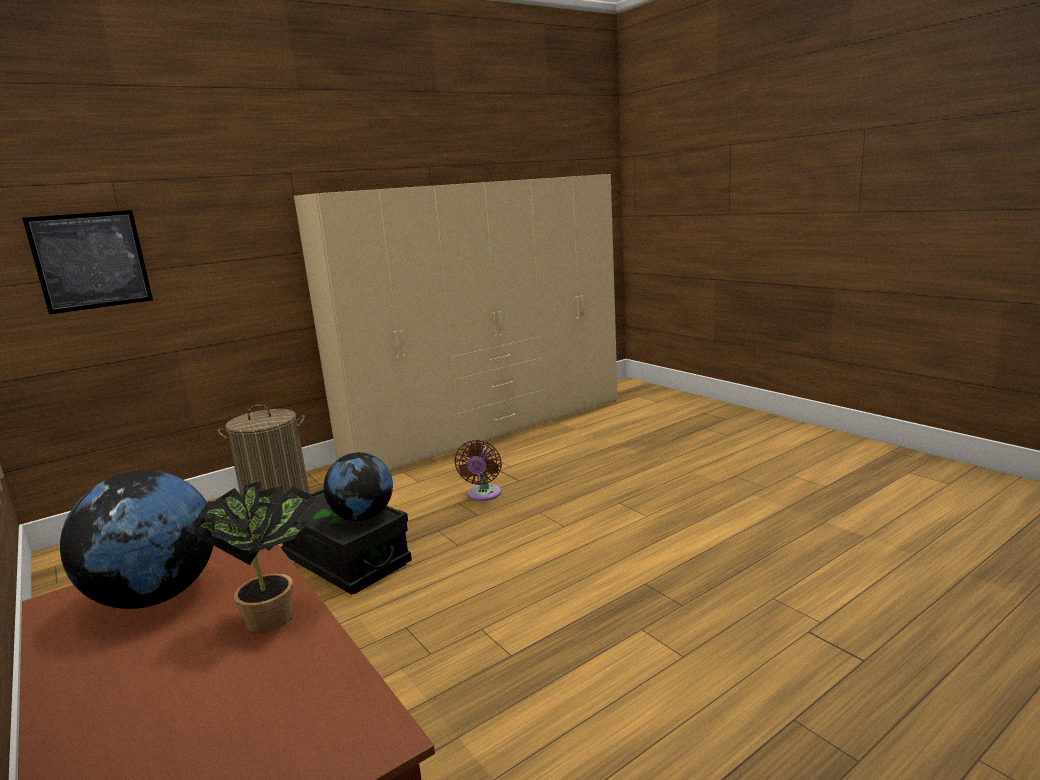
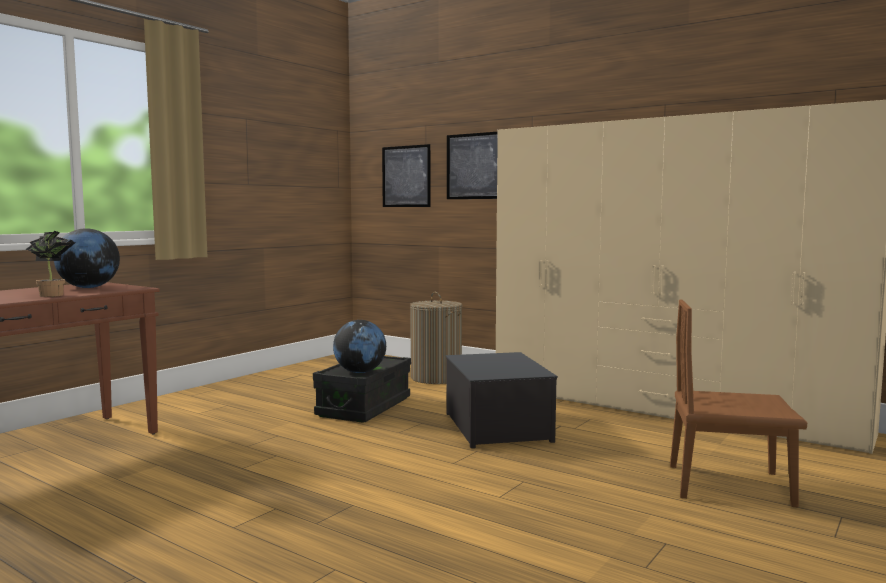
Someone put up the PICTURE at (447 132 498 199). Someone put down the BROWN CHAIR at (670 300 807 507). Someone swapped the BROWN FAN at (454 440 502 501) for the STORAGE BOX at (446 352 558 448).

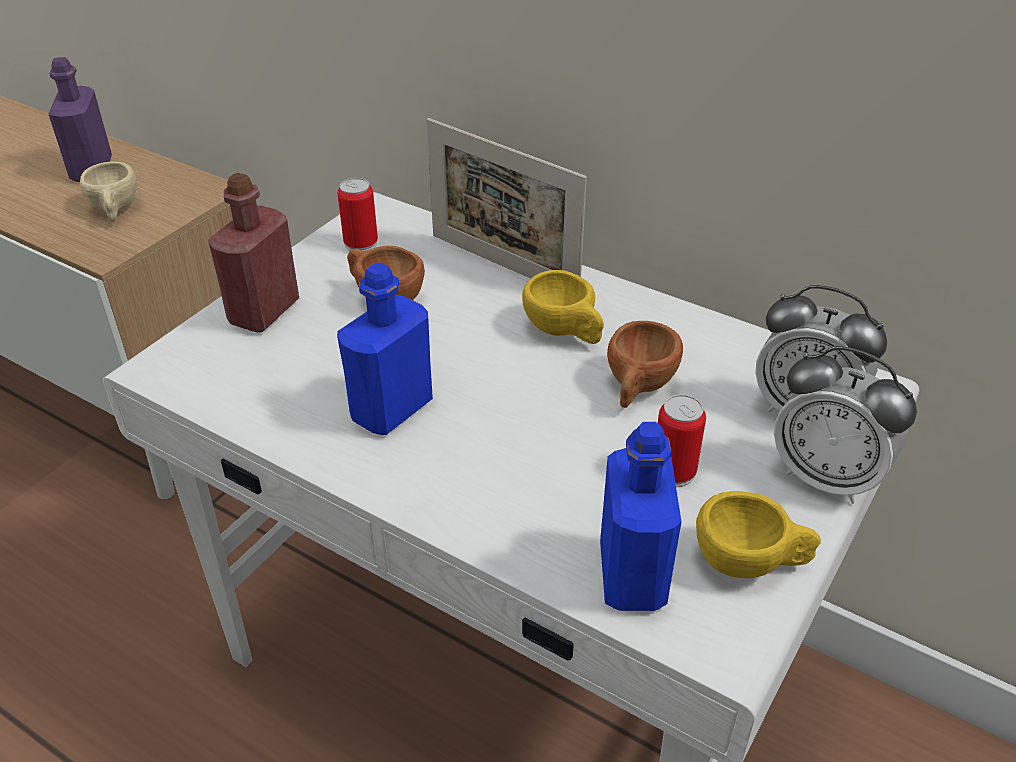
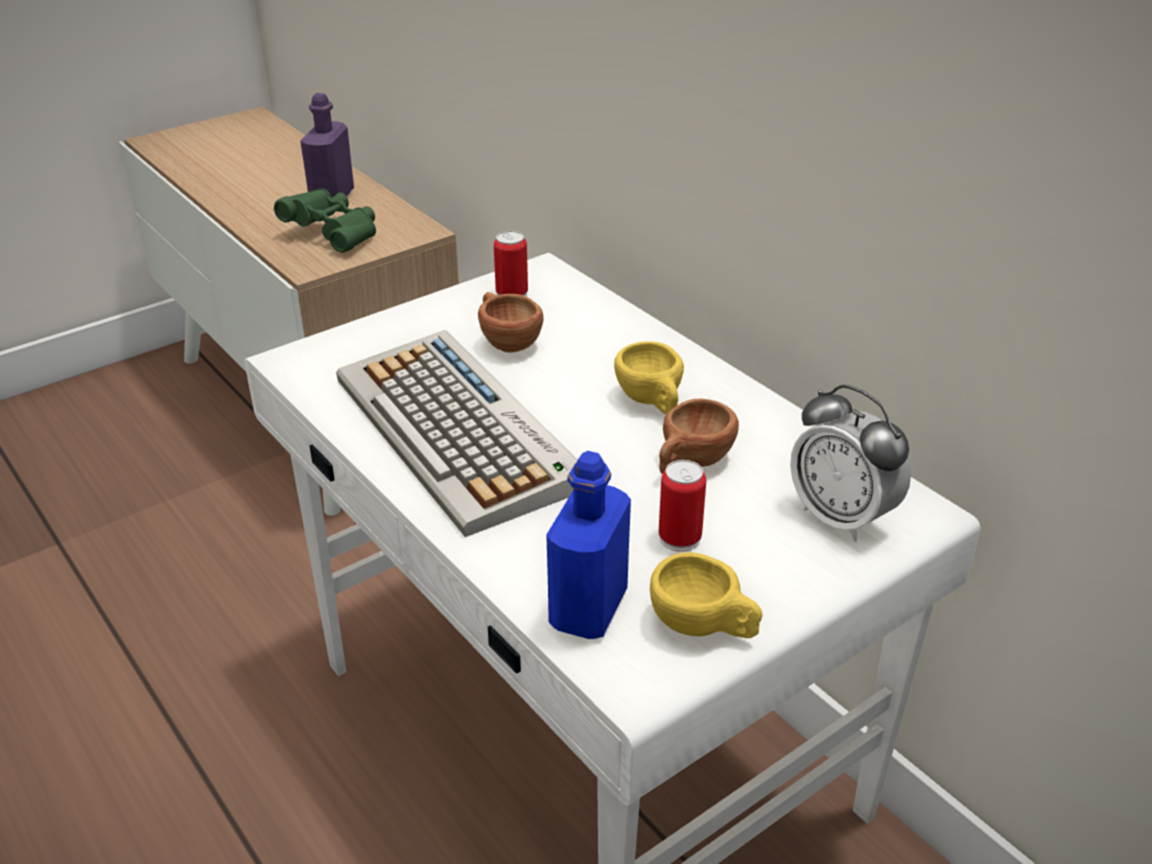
Someone took away the RED BOTTLE at (208 173 299 332). Someone took away the PICTURE FRAME at (427 118 587 279). Someone took away the ALARM CLOCK at (774 346 917 504). Someone swapped the BEIGE CUP at (80 162 137 222) for the GREEN BINOCULARS at (274 189 376 253). Someone swapped the BLUE BOTTLE at (337 263 433 435) for the KEYBOARD at (336 330 578 537).

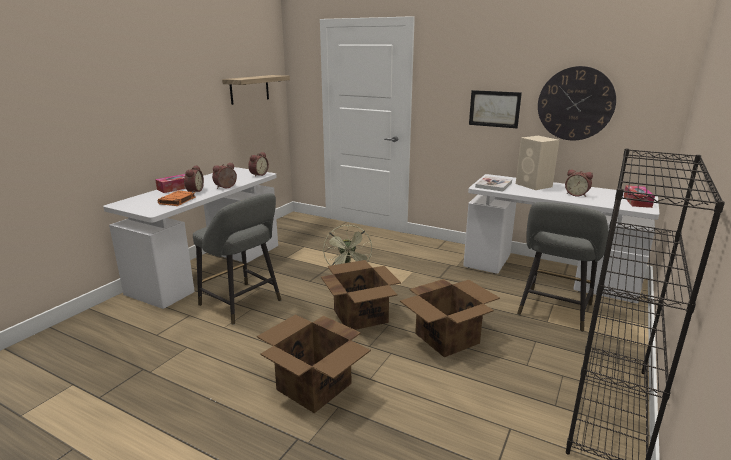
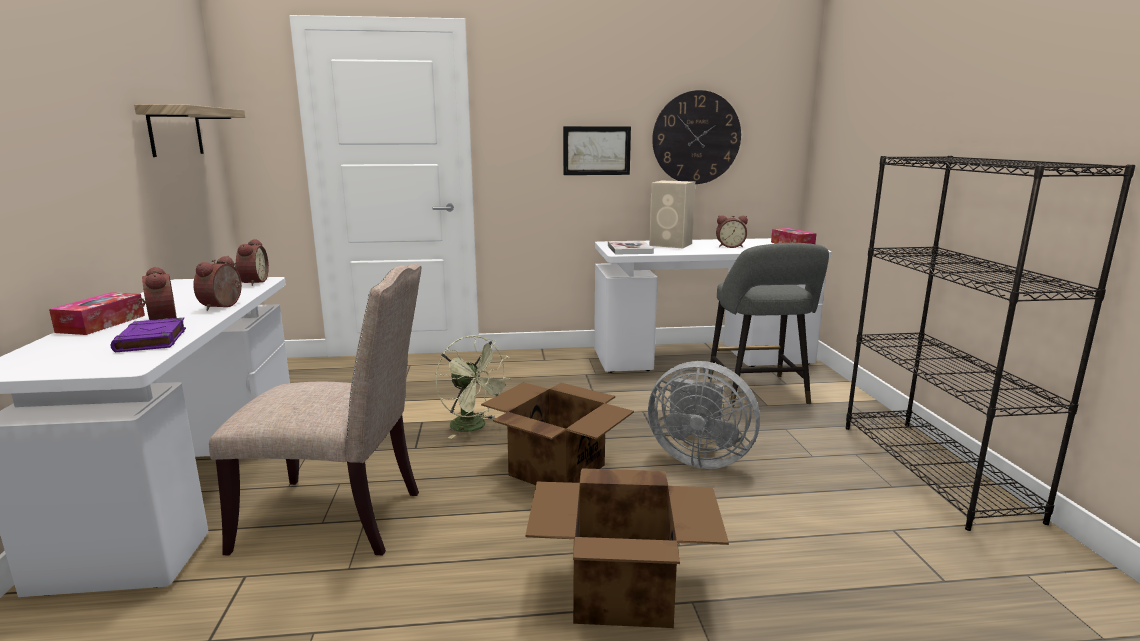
Someone swapped the GREY STOOL at (193 193 281 325) for the BEIGE CHAIR at (209 263 421 556). Someone swapped the CARDBOARD BOX at (400 279 500 357) for the GREY FAN at (648 361 760 469). Someone repainted the ORANGE BOOK at (158 191 196 206), which became the PURPLE BOOK at (111 318 186 352).

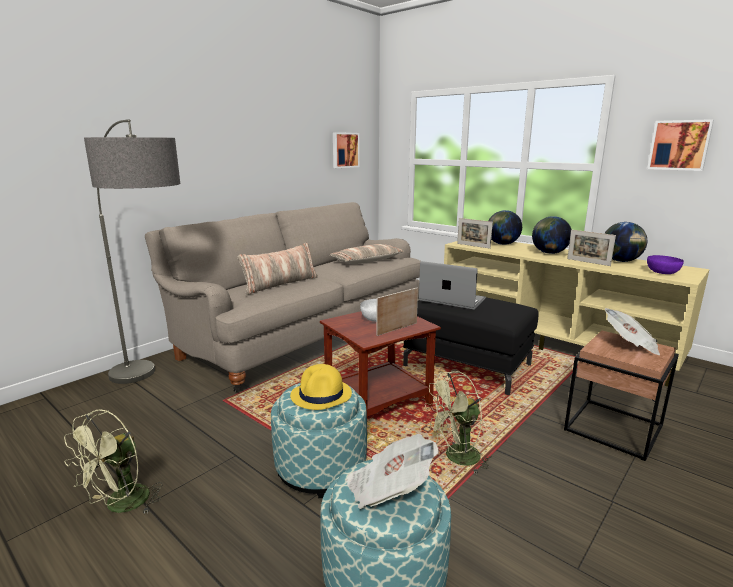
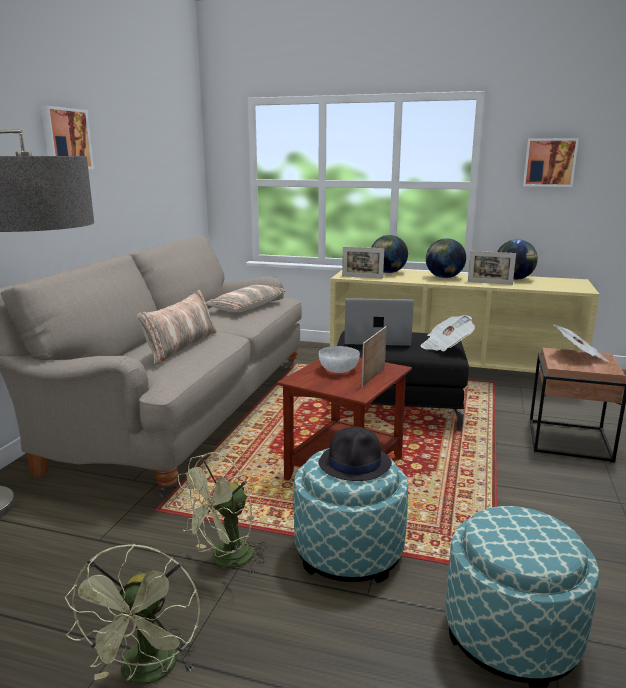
Someone took away the PURPLE BOWL at (647 255 684 274). Someone carried the PICTURE from (333 132 360 168) to (41 106 94 169). Someone carried the NEWSPAPER from (346 434 439 509) to (420 315 475 351). Someone carried the GREEN FAN from (425 371 492 475) to (176 452 267 573). Someone repainted the YELLOW HAT at (290 364 352 410), which became the BLACK HAT at (318 427 392 481).

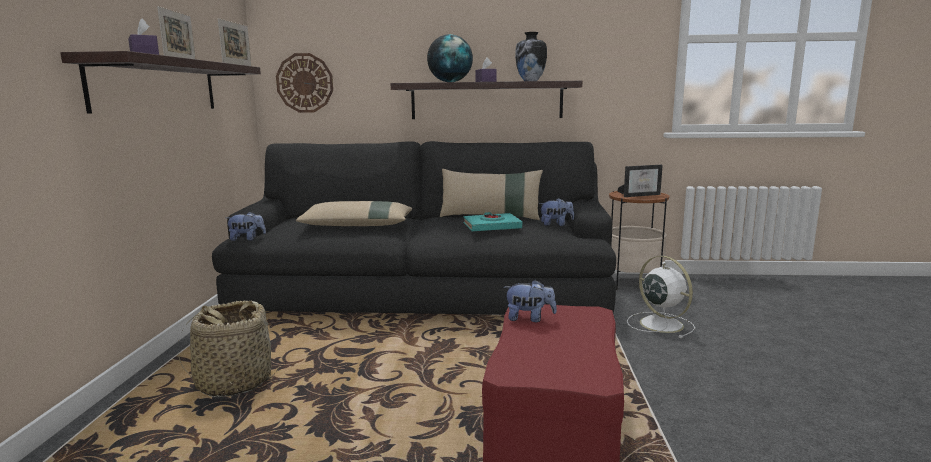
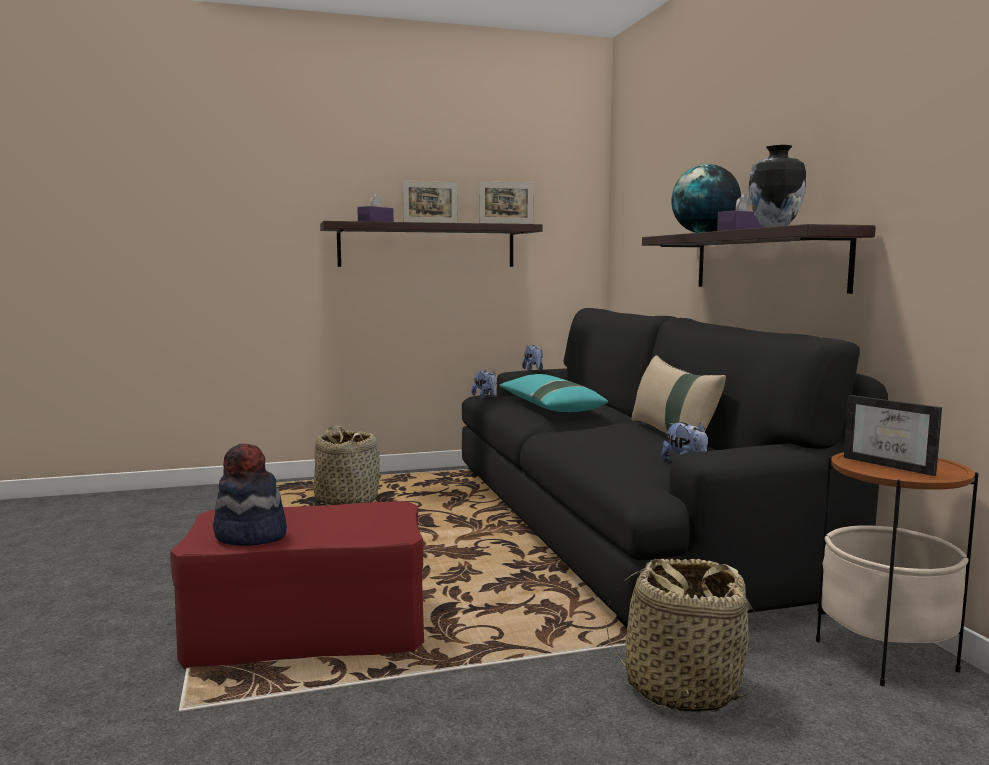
Someone took away the WALL CLOCK at (276 53 333 113). Someone took away the TURQUOISE BOOK at (463 212 522 231). Someone put down the HAT at (213 444 287 546). Someone carried the PLUSH TOY from (503 280 557 322) to (522 345 543 372). Someone swapped the WHITE FAN at (627 256 695 338) for the BASKET at (606 559 760 713). Someone repainted the BEIGE PILLOW at (296 201 412 226), which became the TURQUOISE PILLOW at (499 374 608 412).

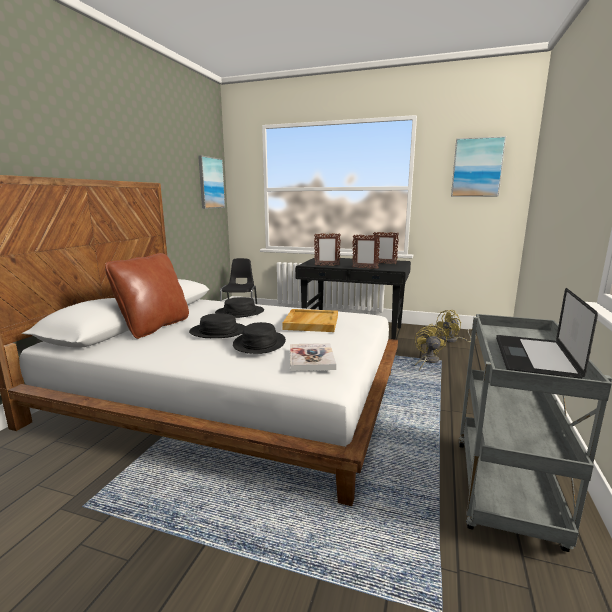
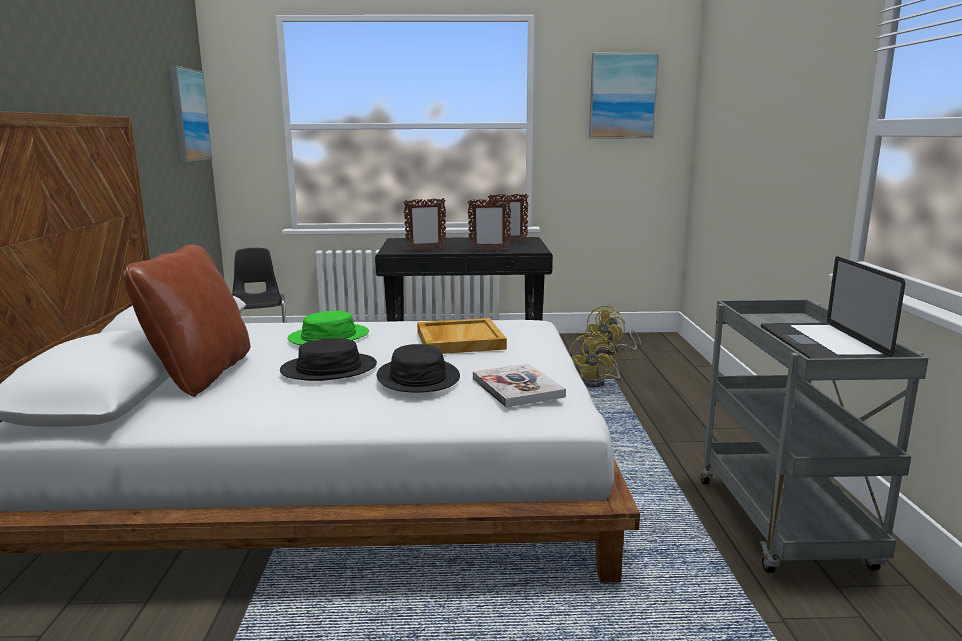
Someone repainted the BLACK HAT at (215 297 264 318), which became the GREEN HAT at (288 311 369 345). Someone rotated the YELLOW FAN at (415 324 447 371) by 150 degrees counterclockwise.

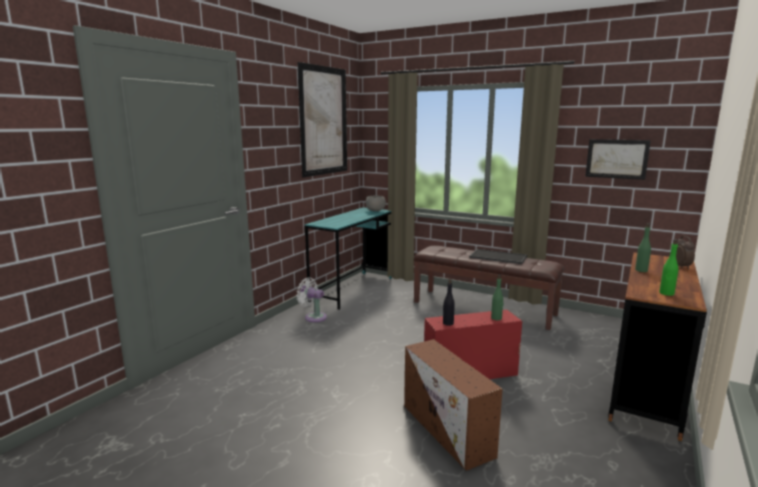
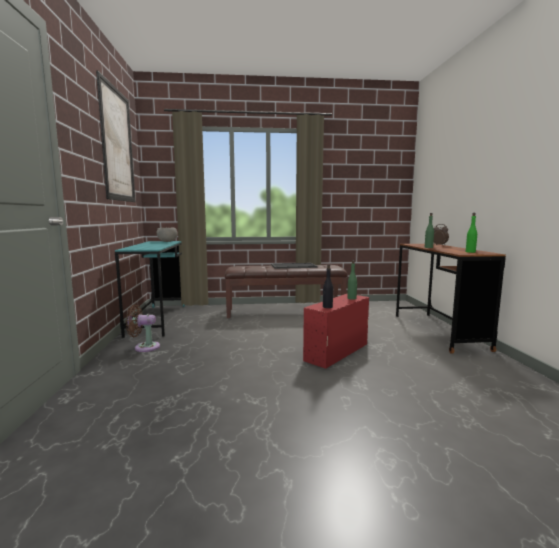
Someone took away the BROWN STORAGE BOX at (404 339 503 471). Someone took away the PICTURE at (585 139 651 180). Someone repainted the WHITE FAN at (296 277 327 322), which became the BROWN FAN at (126 305 160 352).

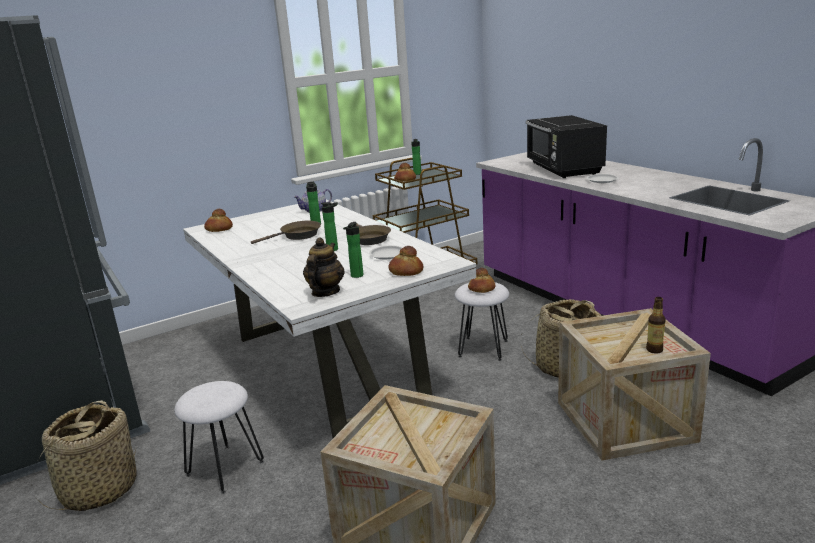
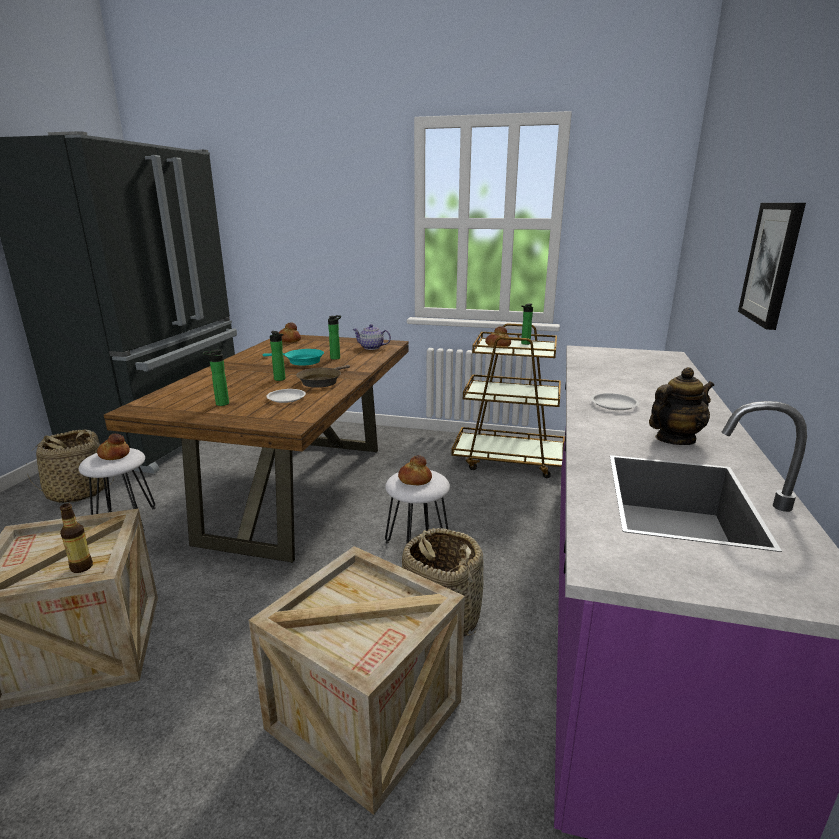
Someone took away the BLACK MICROWAVE at (526 115 607 178). Someone put up the PICTURE at (738 203 806 330). Someone carried the TEAPOT from (303 238 345 297) to (649 367 714 445). Someone carried the BREAD from (388 246 423 276) to (97 434 130 460). Someone carried the BOTTLE from (646 297 666 354) to (60 503 93 573). Someone repainted the WHITE DINING TABLE at (183 200 476 438), which became the BROWN DINING TABLE at (104 335 409 563). Someone repainted the BROWN FRYING PAN at (251 221 321 244), which became the TURQUOISE FRYING PAN at (263 349 324 366).

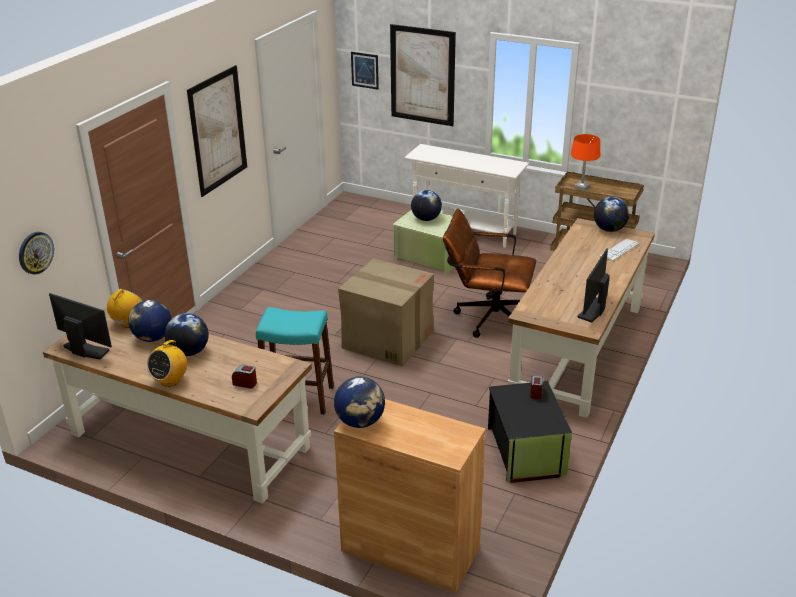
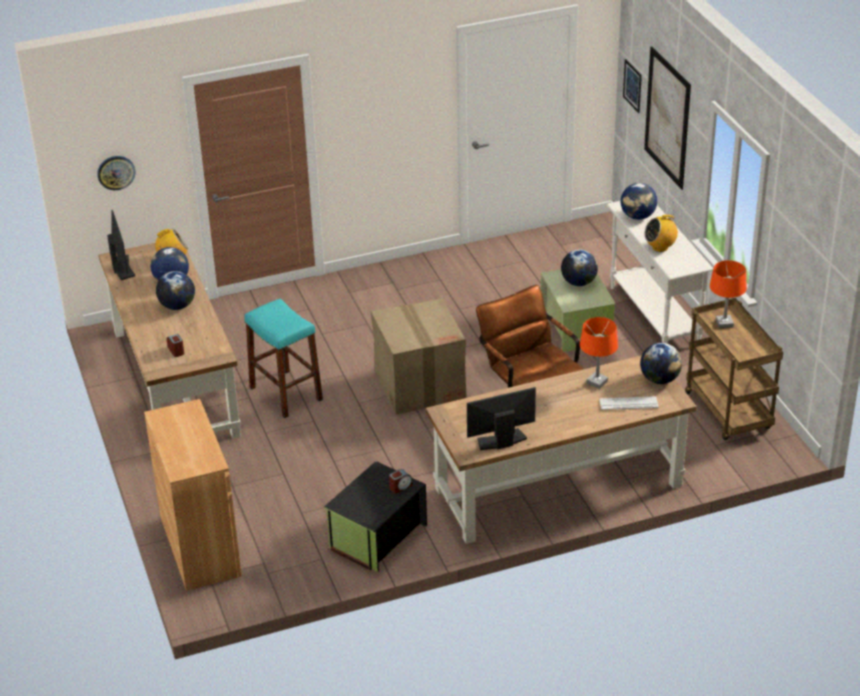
Someone took away the PICTURE at (187 65 247 197). Someone put down the ORANGE TABLE LAMP at (580 317 618 389). Someone carried the RADIO from (147 340 187 387) to (645 215 678 252). Someone carried the GLOBE from (334 376 385 428) to (621 183 657 220).

